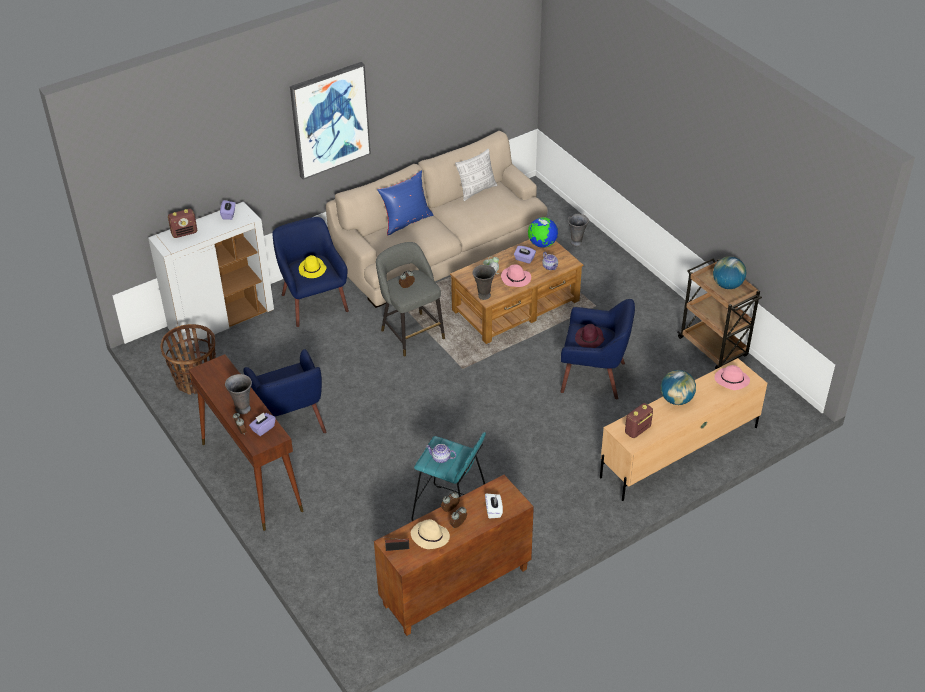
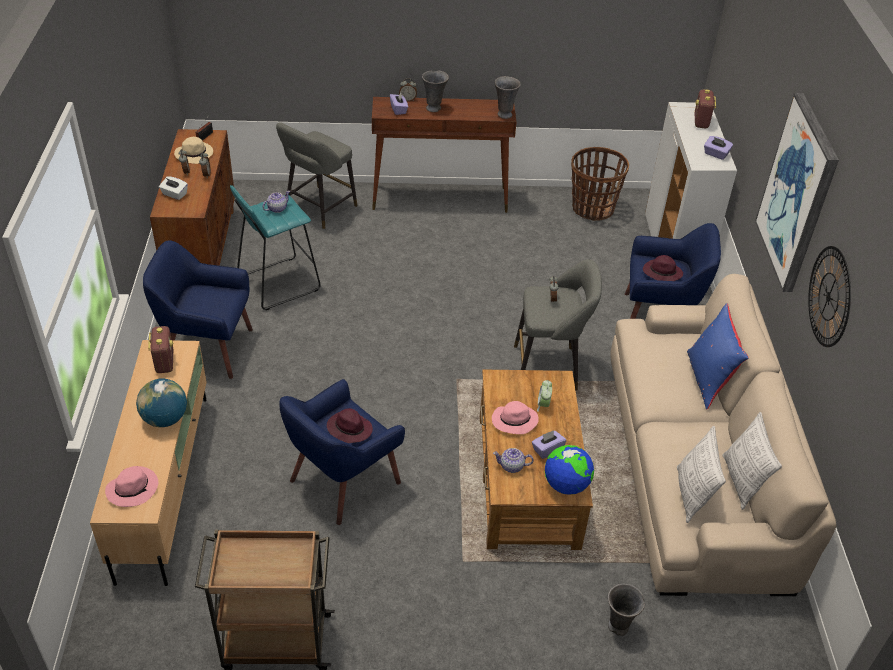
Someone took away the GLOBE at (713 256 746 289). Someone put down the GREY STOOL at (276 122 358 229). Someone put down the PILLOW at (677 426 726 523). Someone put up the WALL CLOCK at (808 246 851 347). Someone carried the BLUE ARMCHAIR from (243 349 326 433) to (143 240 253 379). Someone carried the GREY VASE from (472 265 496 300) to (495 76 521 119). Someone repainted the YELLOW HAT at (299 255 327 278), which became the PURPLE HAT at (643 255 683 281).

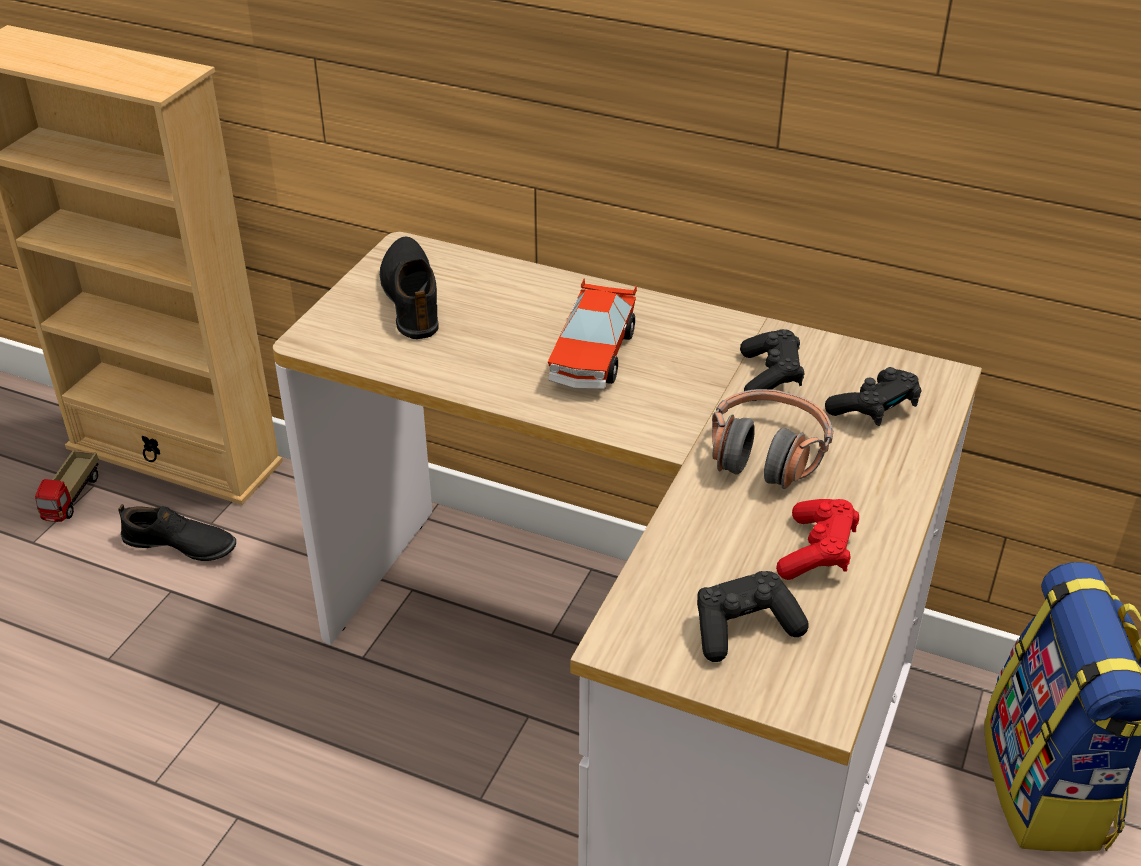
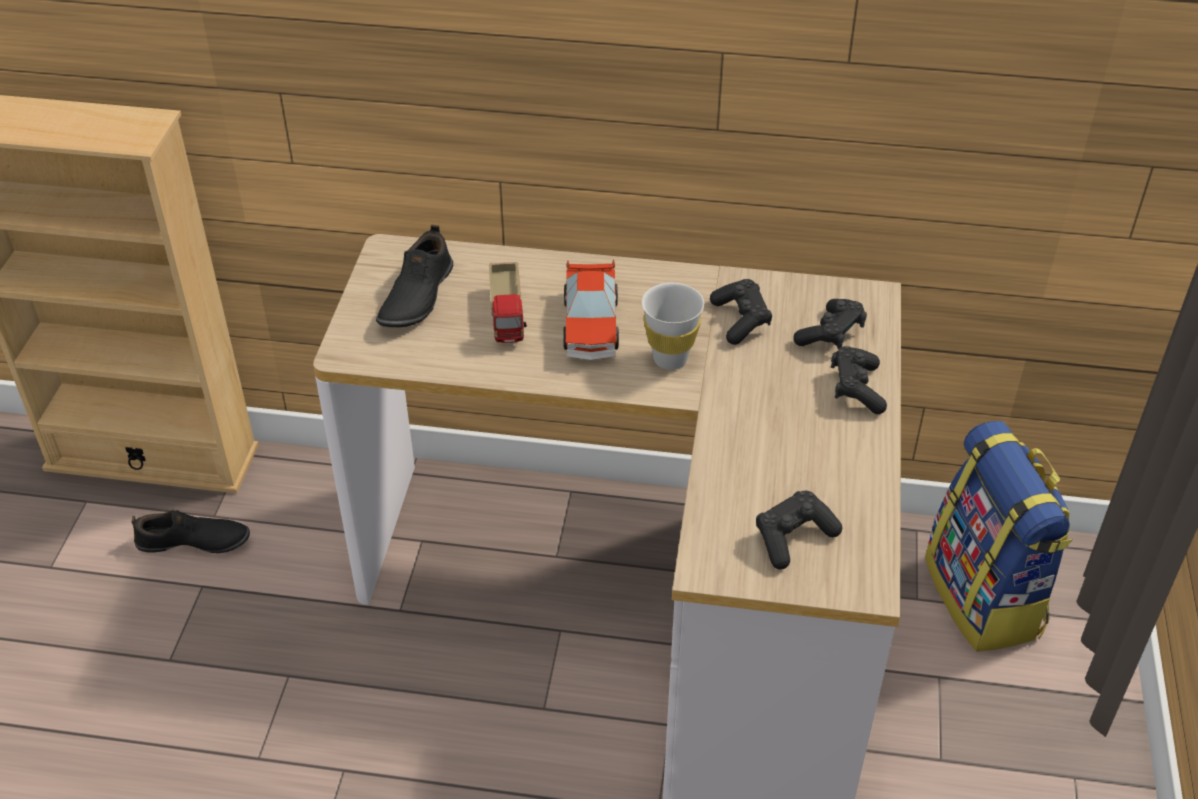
Someone took away the HEADPHONES at (712 389 833 489). Someone took away the RED GAME CONTROLLER at (776 499 859 580). Someone put down the WHITE CUP at (642 283 704 370). Someone put down the BLACK GAME CONTROLLER at (831 346 887 414). Someone carried the TOY TRUCK from (35 450 99 522) to (489 262 527 343). Someone rotated the BLACK SHOE at (380 237 439 339) by 135 degrees counterclockwise.

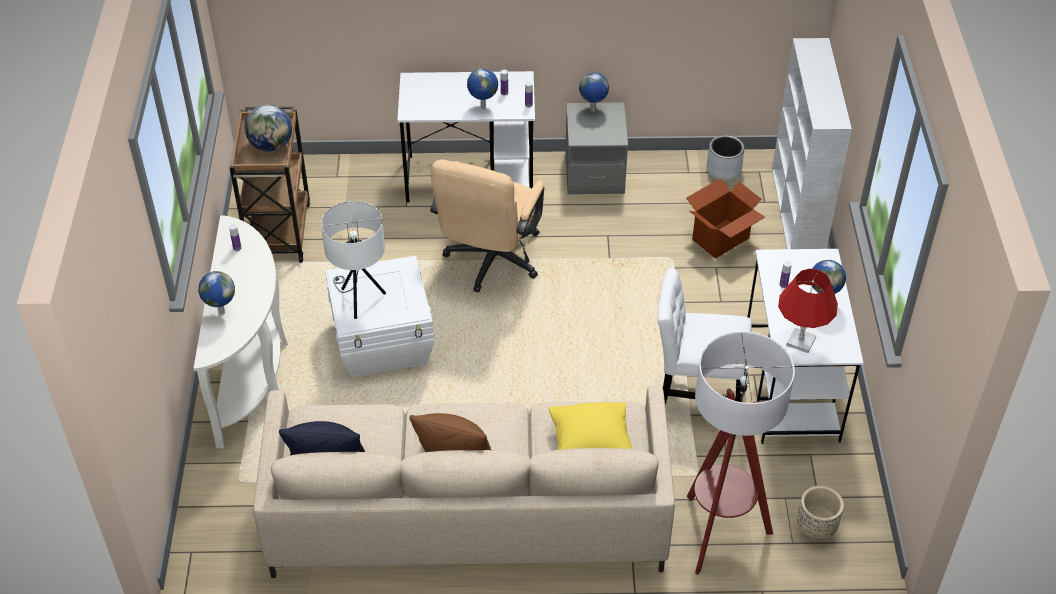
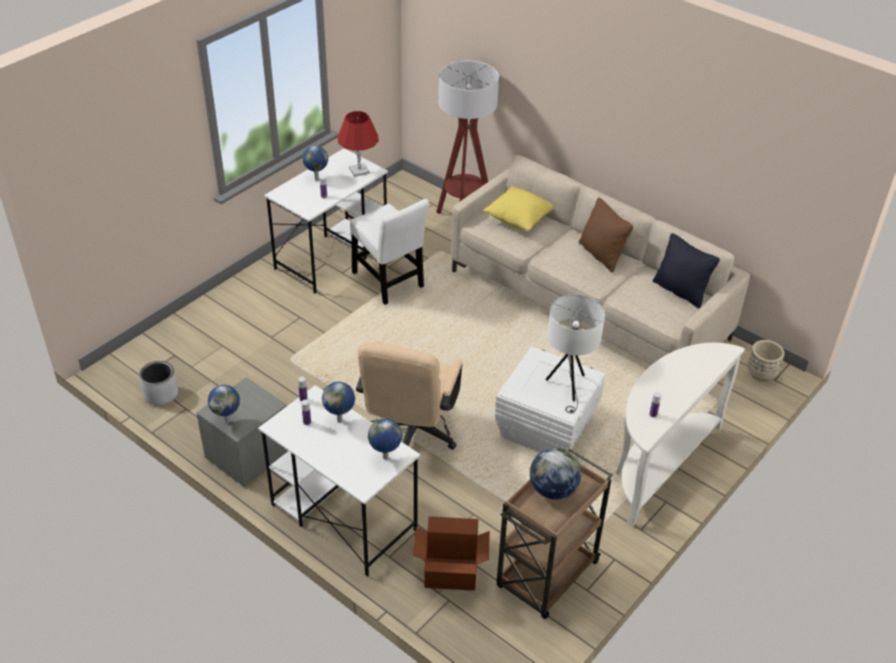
Someone took away the WHITE BOOKCASE at (772 38 852 249). Someone carried the GLOBE from (198 271 235 315) to (368 418 402 460). Someone carried the CARDBOARD BOX from (686 178 765 259) to (413 516 490 591). Someone carried the BEIGE PLANTER from (797 486 844 540) to (747 340 785 382). Someone rotated the BEIGE OFFICE CHAIR at (430 159 544 293) by 135 degrees clockwise.

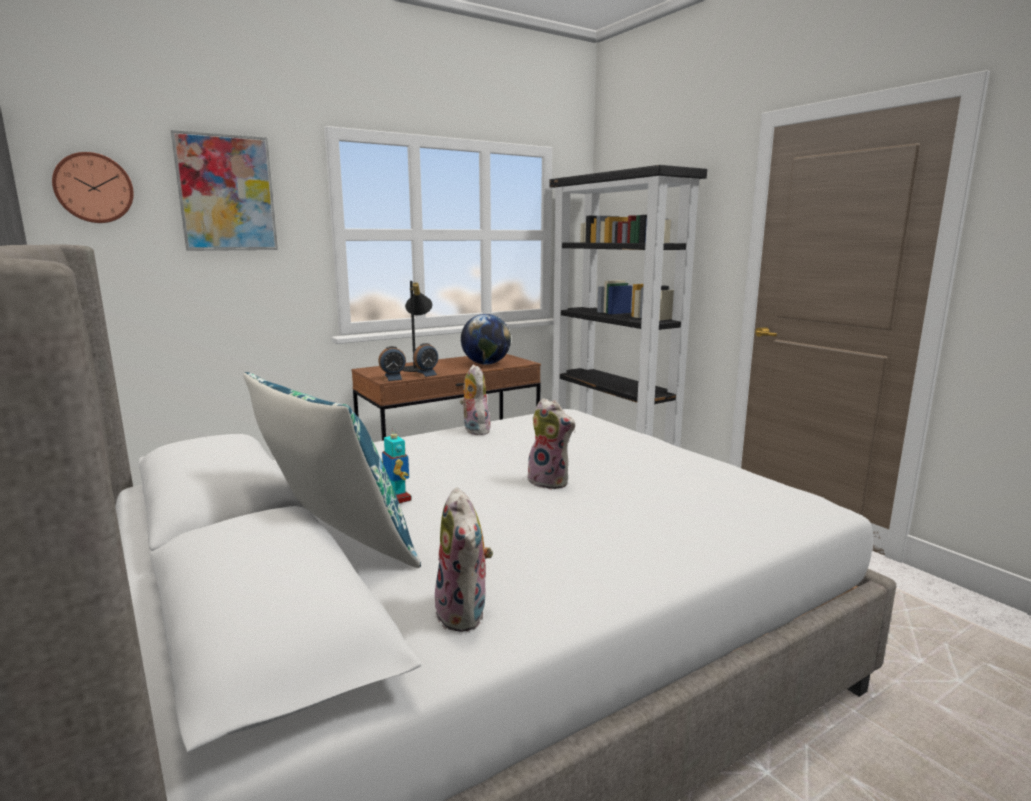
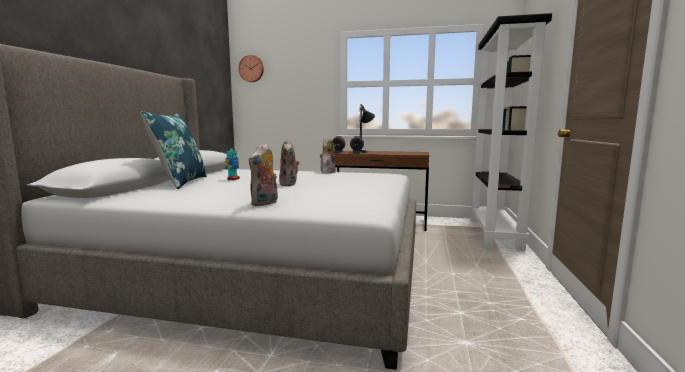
Someone took away the PICTURE at (171 130 278 251). Someone took away the GLOBE at (461 314 511 365). Someone carried the PLUSH TOY from (435 487 493 632) to (249 143 278 206).

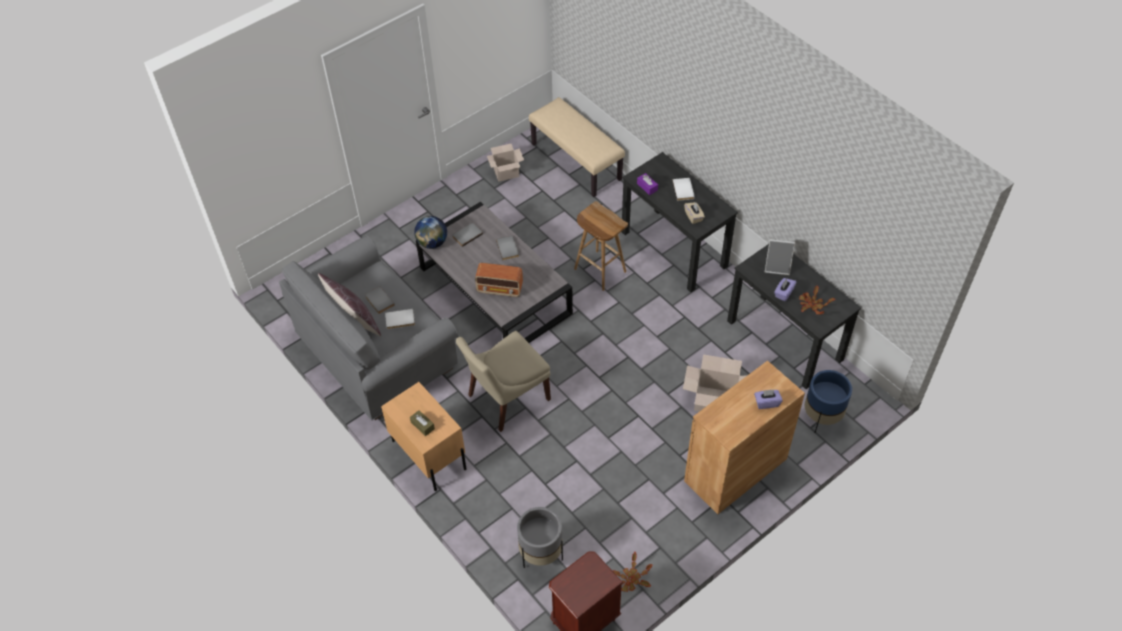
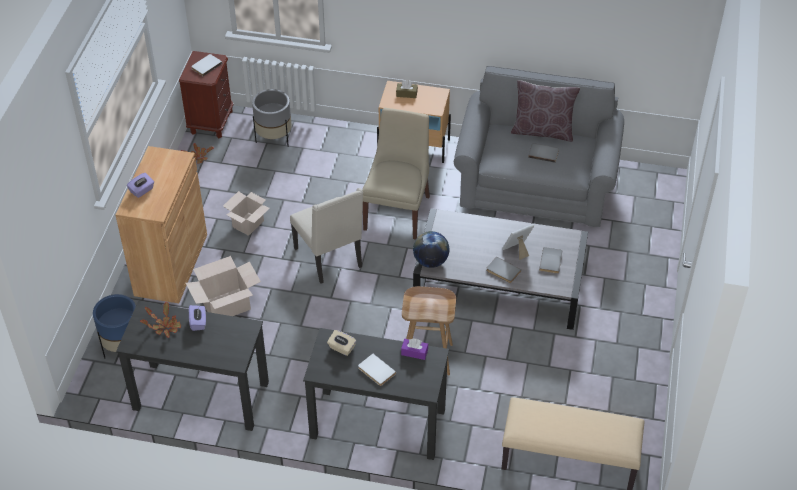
Someone took away the RADIO at (475 263 523 297). Someone put down the BEIGE CHAIR at (290 188 363 284). Someone carried the WHITE BOOK from (385 309 415 329) to (191 54 222 76). Someone carried the GLOBE from (414 216 447 249) to (413 231 449 268). Someone carried the CARDBOARD BOX from (487 144 524 182) to (223 191 270 236). Someone carried the PICTURE FRAME from (765 239 795 275) to (502 224 534 260).

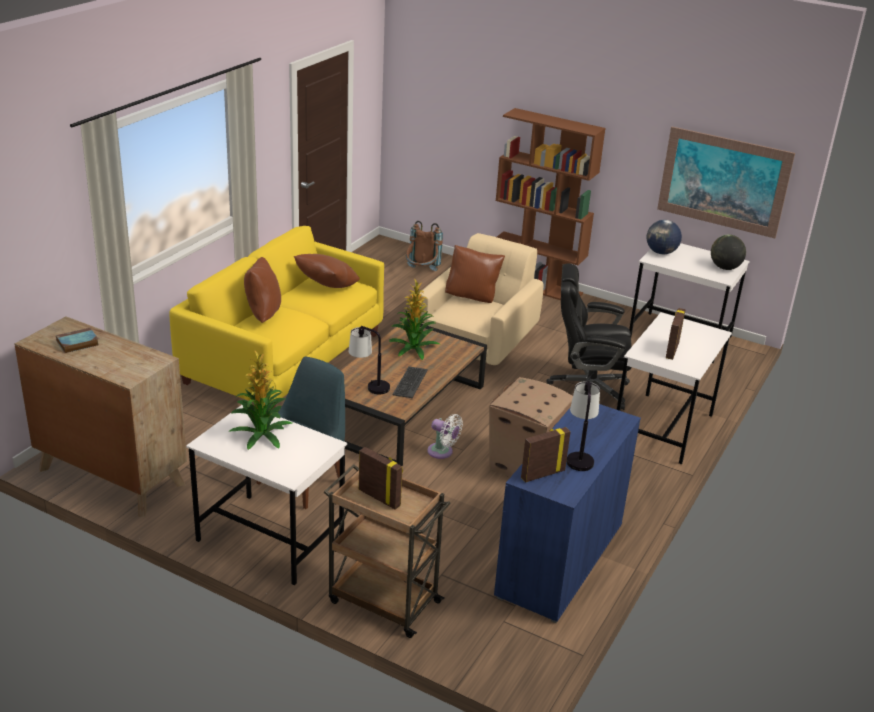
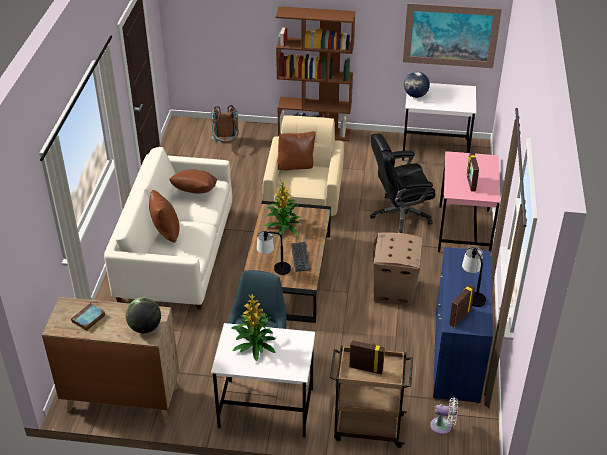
Someone carried the WHITE FAN from (427 414 463 459) to (430 397 458 435). Someone carried the GLOBE from (711 235 746 270) to (126 298 161 333). Someone repainted the YELLOW SOFA at (169 226 384 409), which became the WHITE SOFA at (104 147 232 309). Someone repainted the WHITE DESK at (617 312 732 464), which became the PINK DESK at (438 151 501 252).

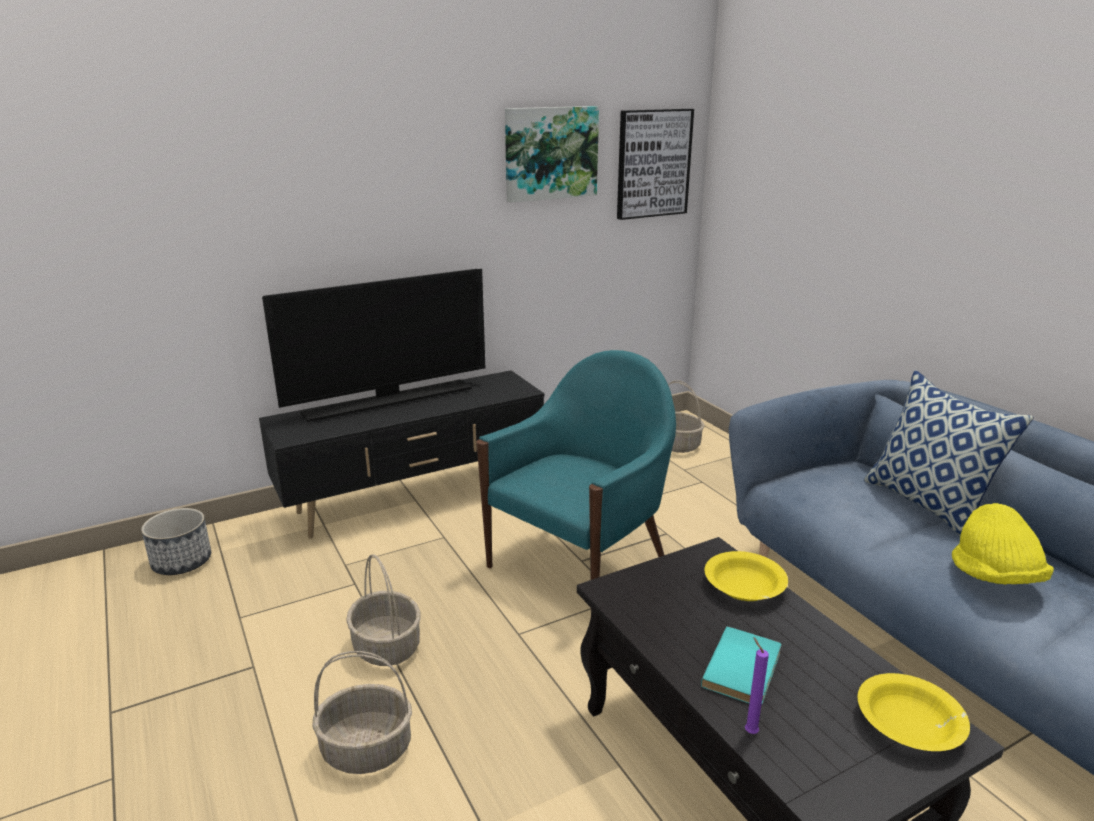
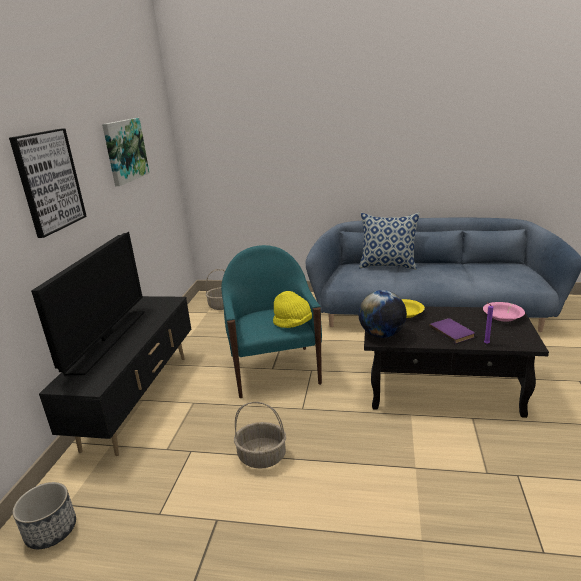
Someone took away the BASKET at (312 651 412 774). Someone put down the GLOBE at (358 290 407 338). Someone carried the PICTURE from (617 109 694 220) to (9 128 87 238). Someone carried the YELLOW HAT from (952 503 1054 585) to (273 291 312 328). Someone repainted the TURQUOISE BOOK at (701 626 781 704), which became the PURPLE BOOK at (429 318 475 344). Someone repainted the YELLOW BOWL at (858 673 970 751), which became the PINK BOWL at (483 302 525 322).

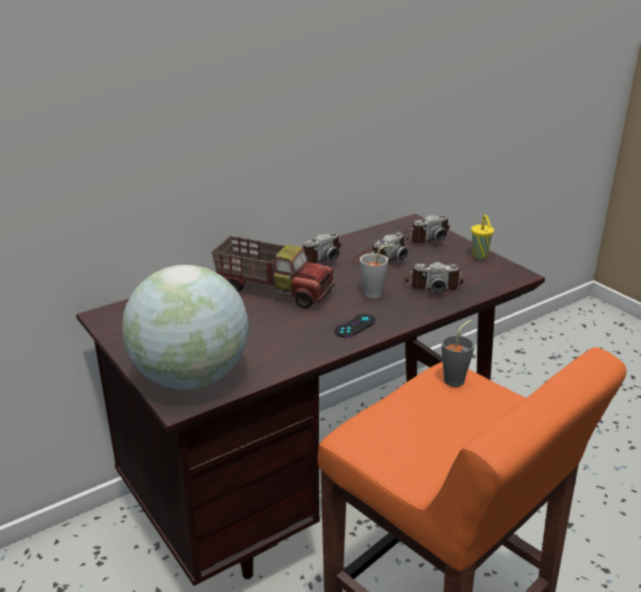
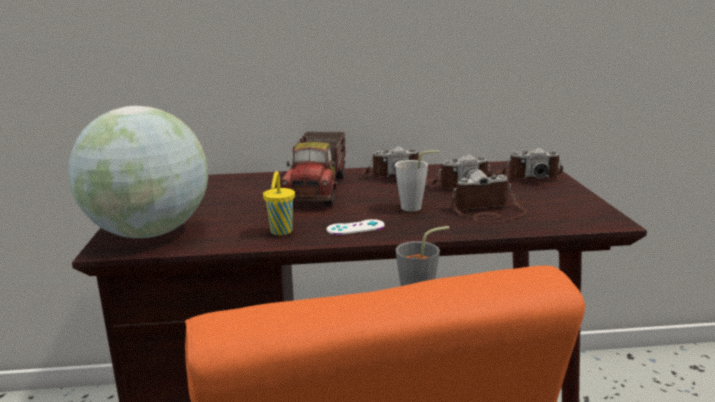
Someone carried the YELLOW CUP from (471 215 494 259) to (263 171 295 235). Someone repainted the BLACK GAME CONTROLLER at (334 314 376 337), which became the WHITE GAME CONTROLLER at (327 219 385 235). Someone rotated the TOY TRUCK at (212 236 334 309) by 45 degrees clockwise. Someone rotated the PHOTO CAMERA at (402 262 463 293) by 135 degrees clockwise.

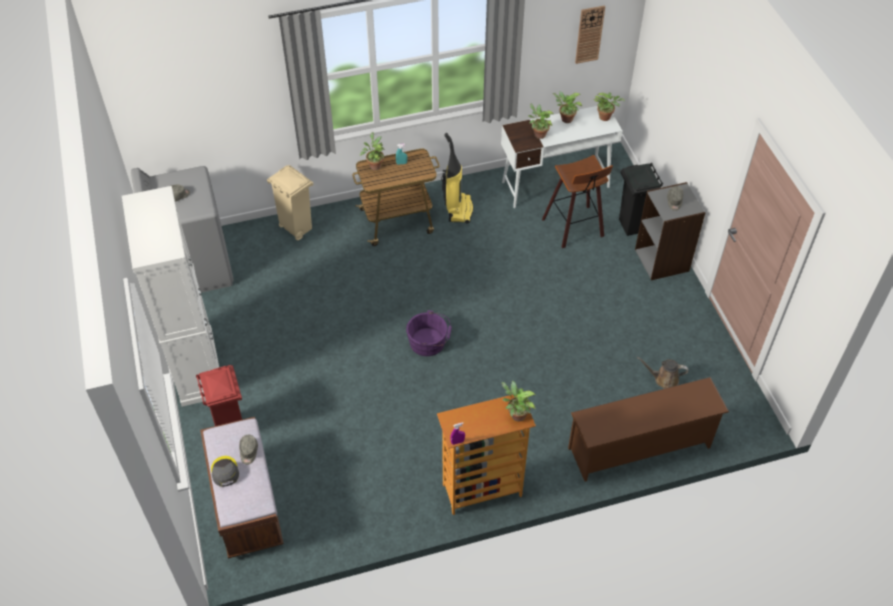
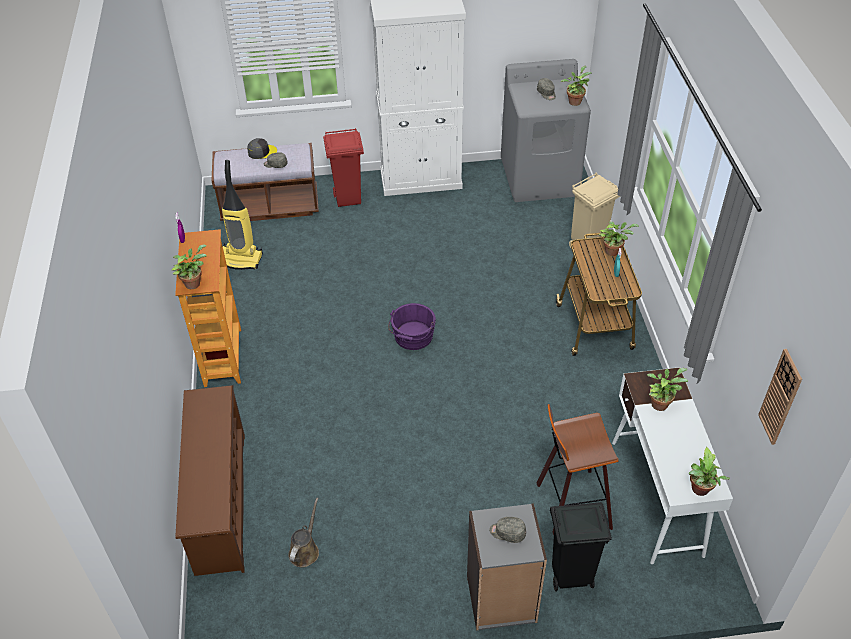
Someone carried the VACUUM CLEANER from (441 133 474 224) to (222 160 263 270). Someone carried the POTTED PLANT from (552 91 582 123) to (561 66 591 106).

